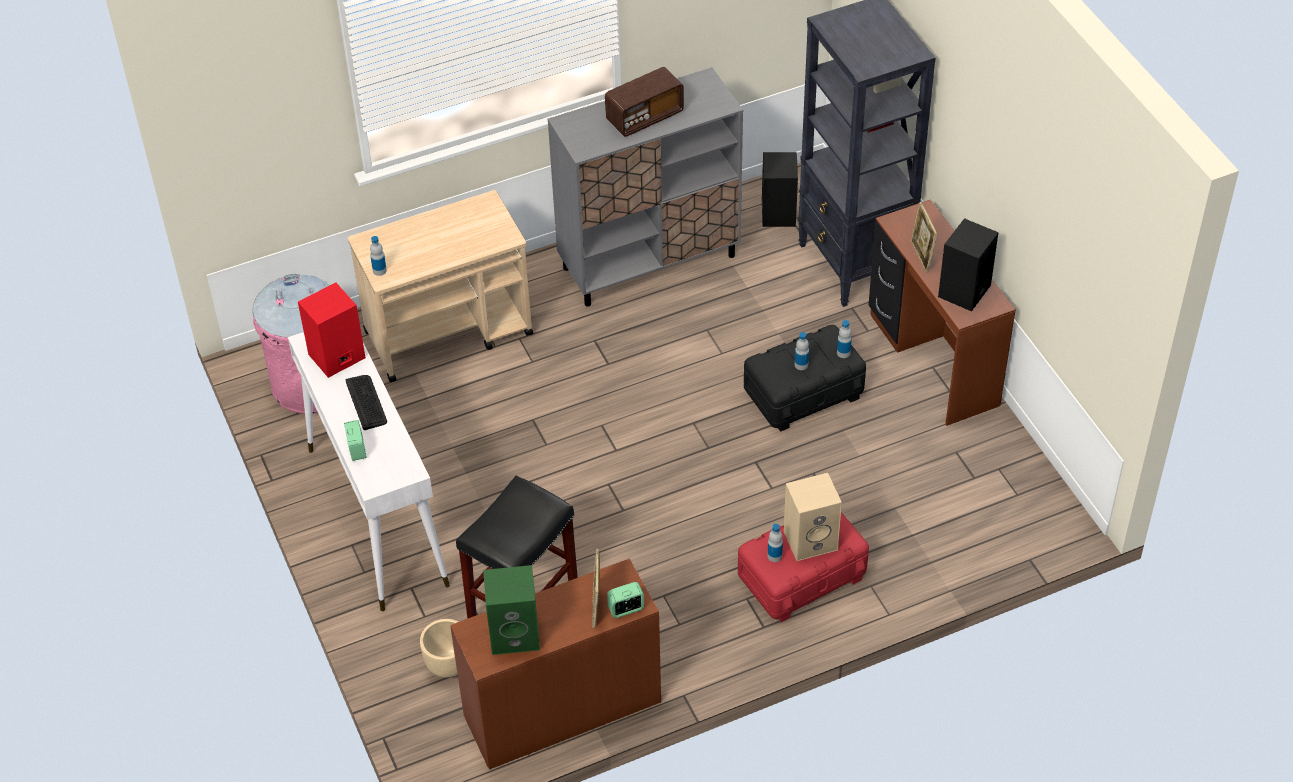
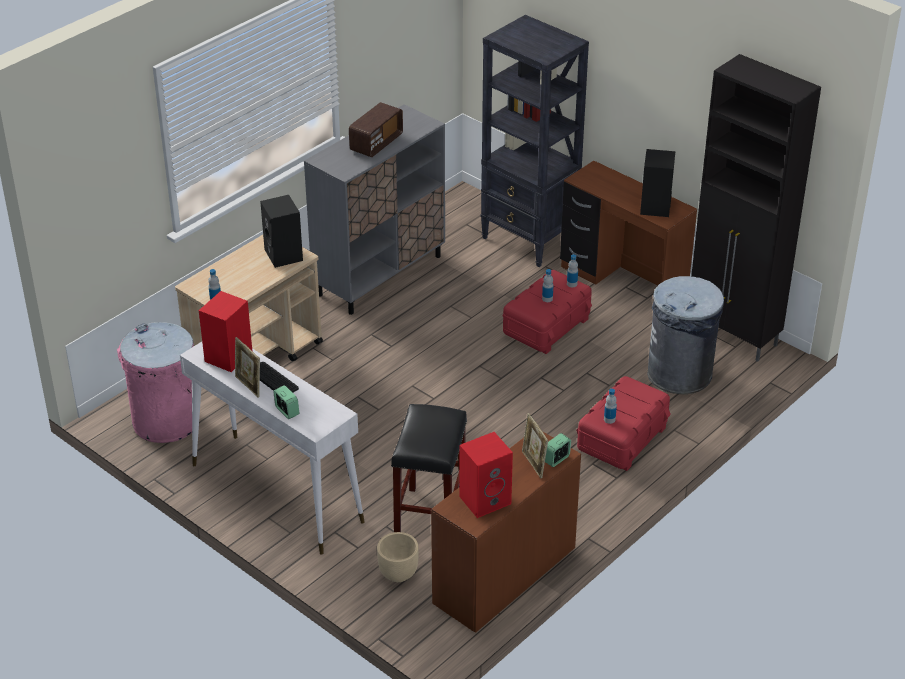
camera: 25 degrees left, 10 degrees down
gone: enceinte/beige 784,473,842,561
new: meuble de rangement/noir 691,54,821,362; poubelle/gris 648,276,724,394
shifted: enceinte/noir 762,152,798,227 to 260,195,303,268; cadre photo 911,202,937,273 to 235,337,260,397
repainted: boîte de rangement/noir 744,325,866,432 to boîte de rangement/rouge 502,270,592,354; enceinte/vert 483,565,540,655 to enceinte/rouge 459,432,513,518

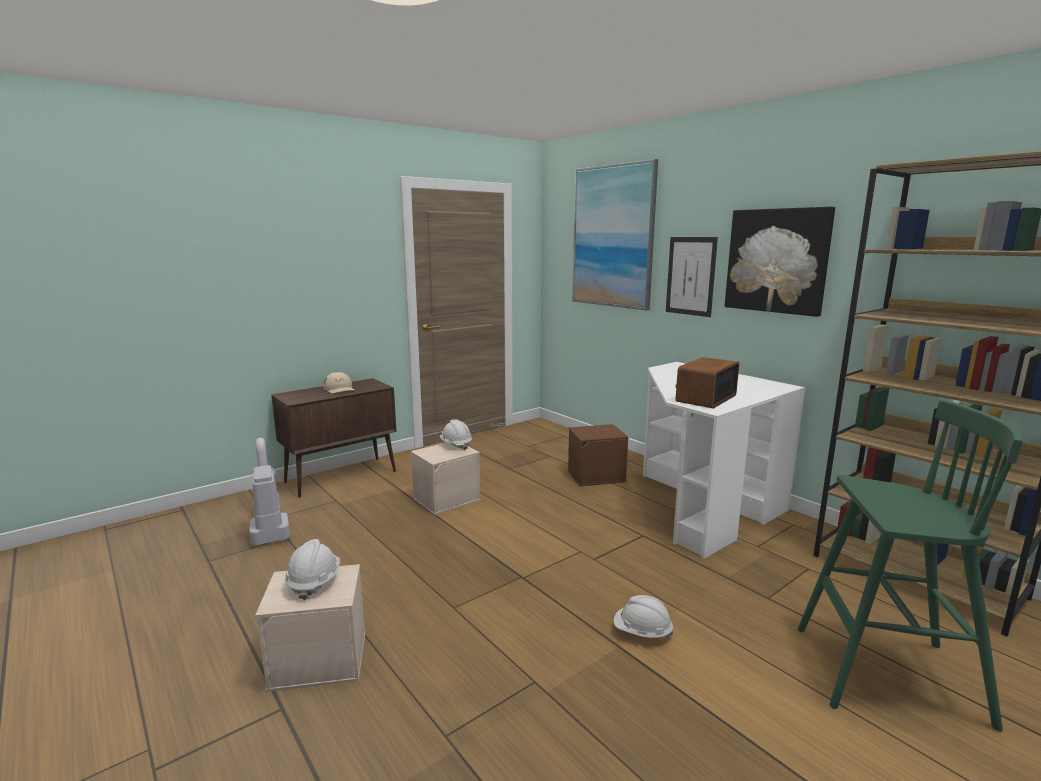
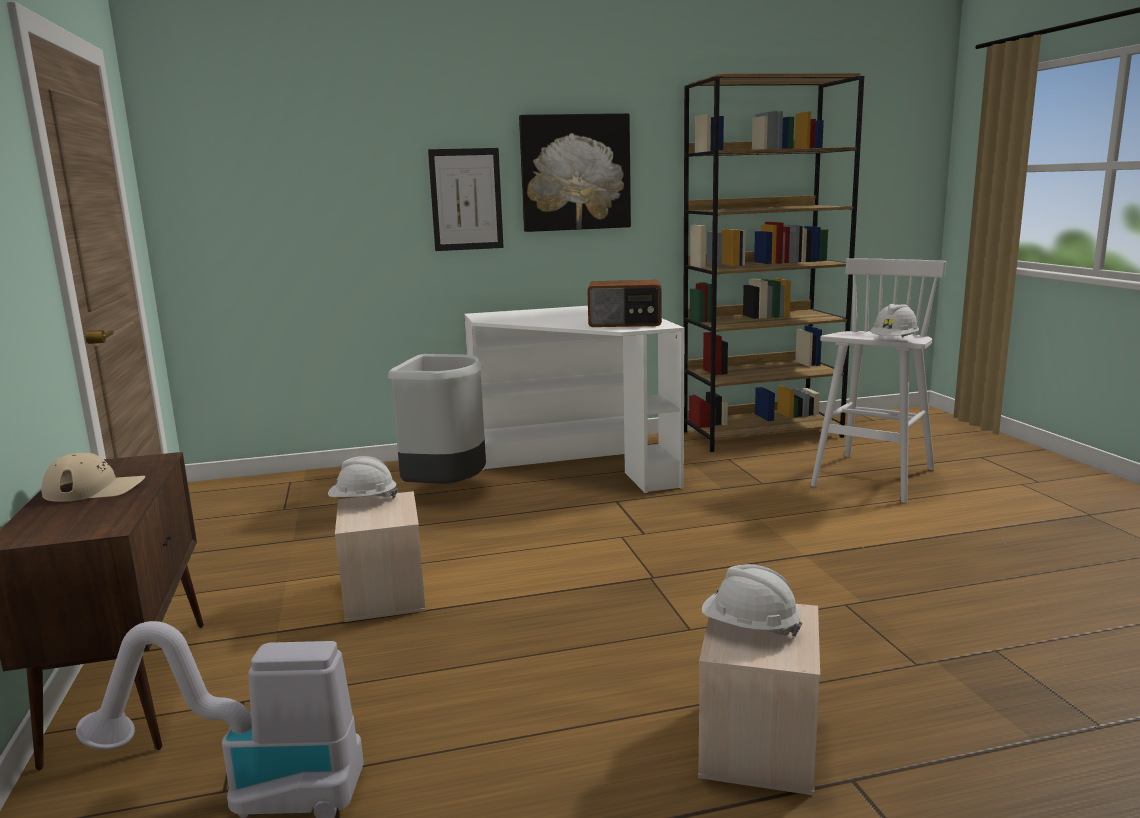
camera: 65 degrees left, 0 degrees up
gone: tableau 572,159,658,310
shifted: casque de chantier/blanc 614,595,674,639 to 870,304,919,338
swapped: boîte de rangement/marron 568,424,629,487 to poubelle/gris 388,354,486,484
repainted: tabouret/vert 797,399,1023,731 to tabouret/blanc 811,258,946,503
rotated: radio 676,357,739,409 = 587,280,662,327 60 degrees counterclockwise

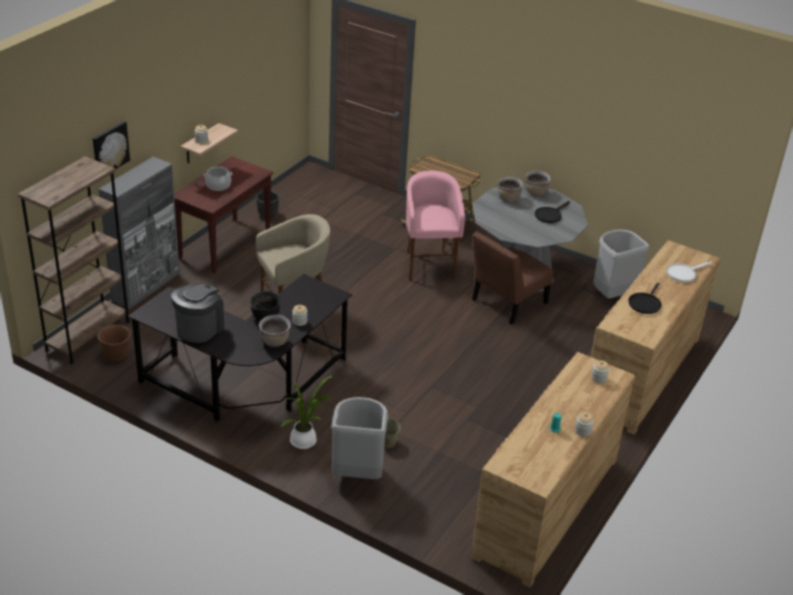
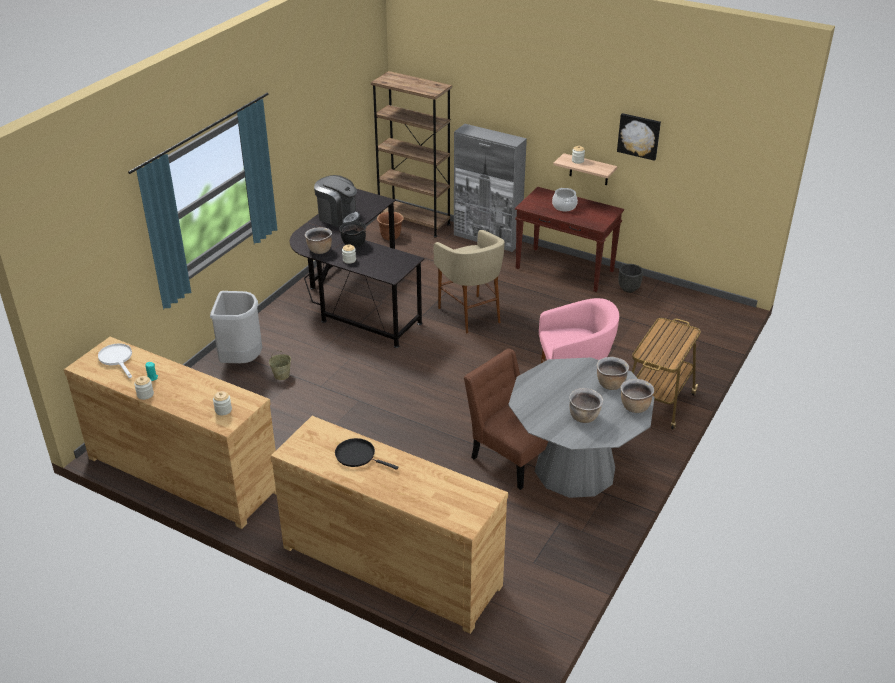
camera: 90 degrees right, 0 degrees up
gone: poubelle/gris 593,230,649,299; plante en pot 281,375,334,449
shifted: tableau 93,121,130,169 to 617,113,661,161; poêle/blanc 667,261,711,282 to 98,343,132,378
swapped: poêle/noir 535,201,570,223 to marmite/marron 569,388,603,423

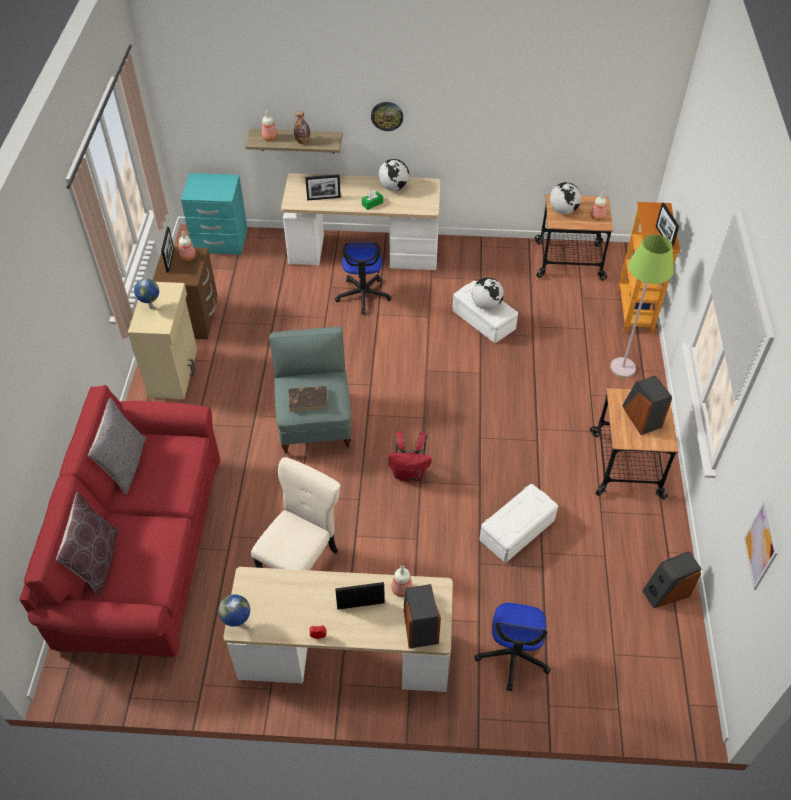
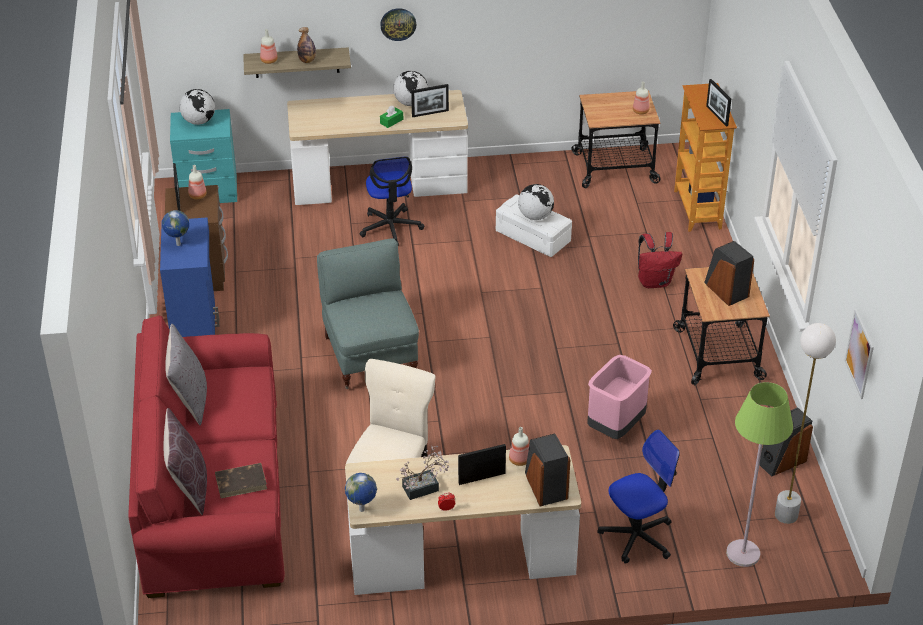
camera: 10 degrees left, 10 degrees down
new: lampadaire/blanc 775,323,836,524; plante en pot 396,446,449,500
shifted: cadre photo 305,174,341,201 to 411,84,449,117; globe 550,182,581,214 to 179,89,215,125; lampadaire/vert 610,234,674,378 to 726,382,793,567; livre/marron 288,386,328,412 to 215,463,267,498; sac à dos/rouge 388,431,432,482 to 638,232,682,288
swapped: boîte de rangement/blanc 480,484,558,562 to poubelle/rose 587,355,652,439
repainted: meuble de rangement/beige 128,282,197,399 to meuble de rangement/bleu 160,217,220,337
rotated: chaise de bureau 474,603,551,691 = 597,430,680,564 120 degrees counterclockwise

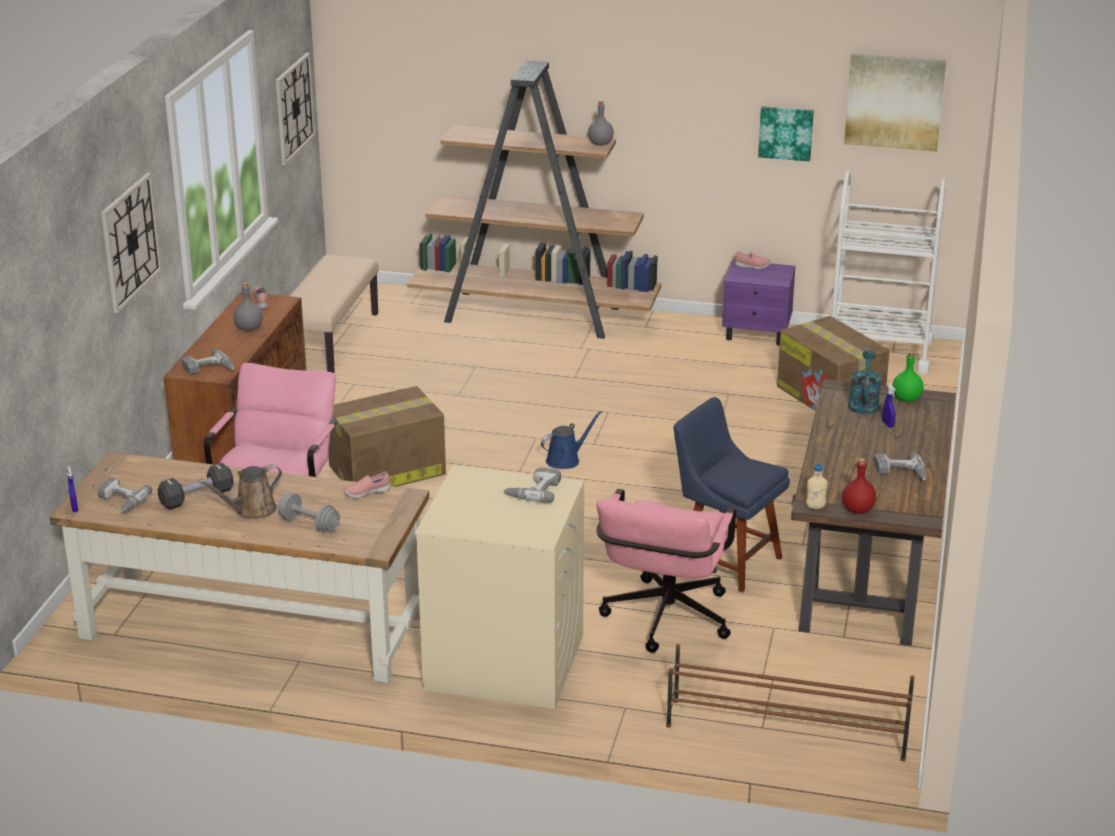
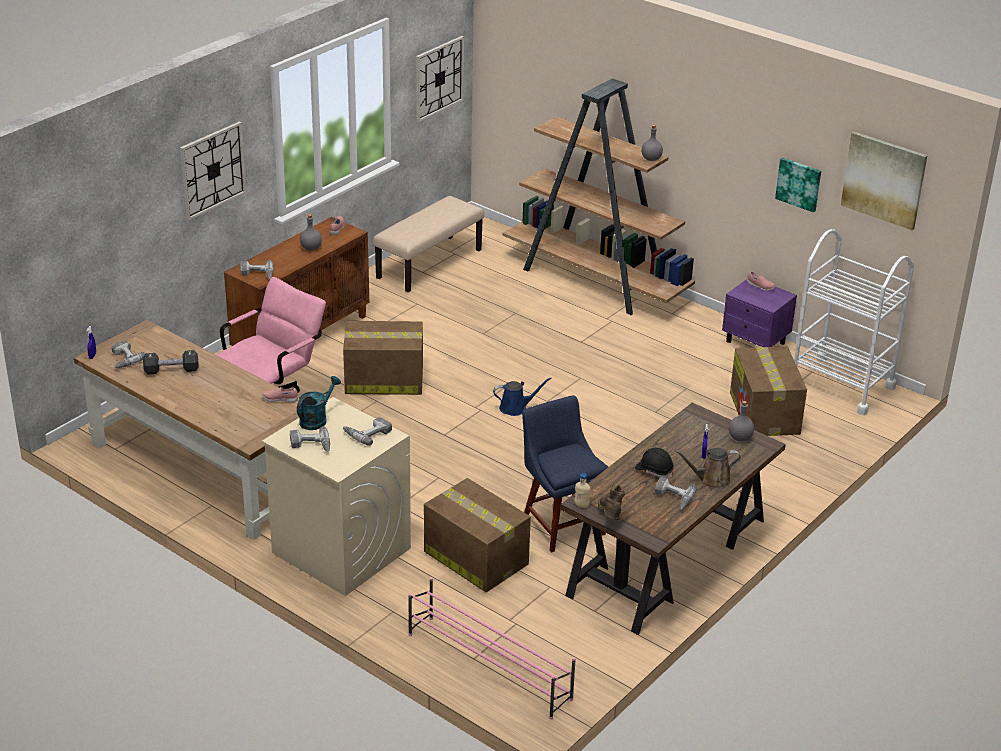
camera: 25 degrees right, 5 degrees up
gone: haltère/gris 278,493,340,532
new: perceuse 290,426,330,452; casque de chantier/noir 635,448,674,479
shifted: arrosoir/turquoise 848,350,882,414 to 297,376,341,430; arrosoir/marron 198,465,282,519 to 675,448,741,489
swapped: bouteille/rouge 842,458,876,514 to botte/marron 598,484,628,520; chaise de bureau/rose 596,489,736,653 to carton 424,478,531,592
repainted: bouteille/vert 892,351,924,402 to bouteille/gris 729,401,754,441; étagère à chaussures/marron 666,644,915,762 to étagère à chaussures/rose 408,577,576,720

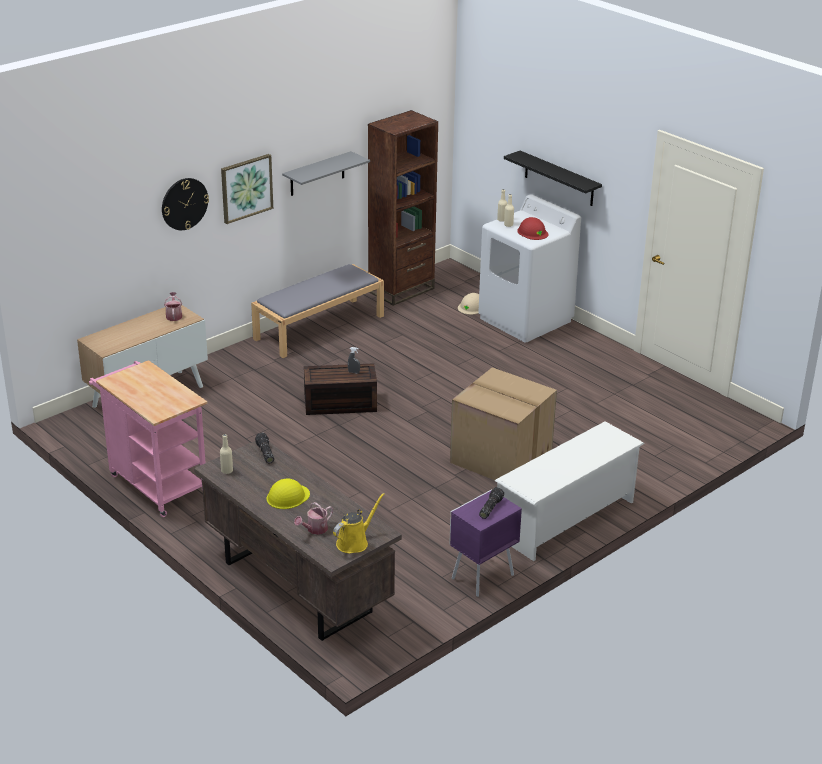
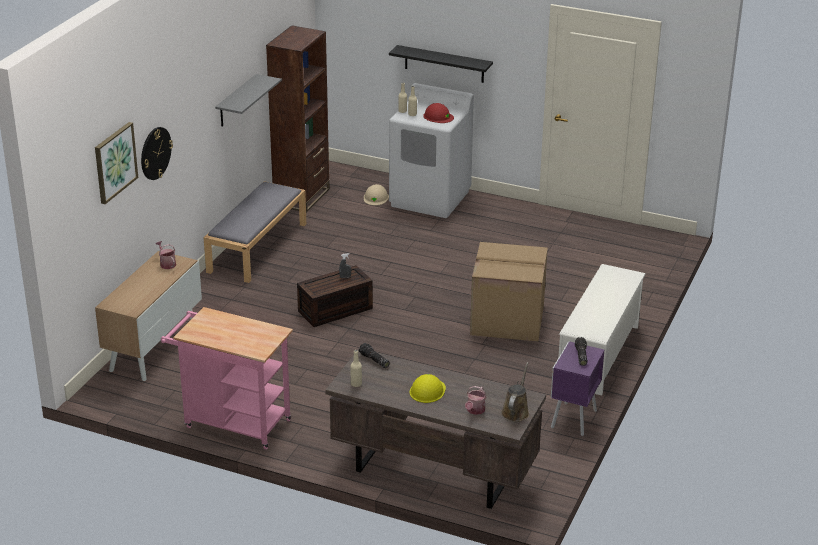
camera: 25 degrees left, 0 degrees up
shifted: tableau 221,154,273,224 to 95,122,138,204
repainted: arrosoir/jaune 333,493,385,554 to arrosoir/marron 501,362,529,422

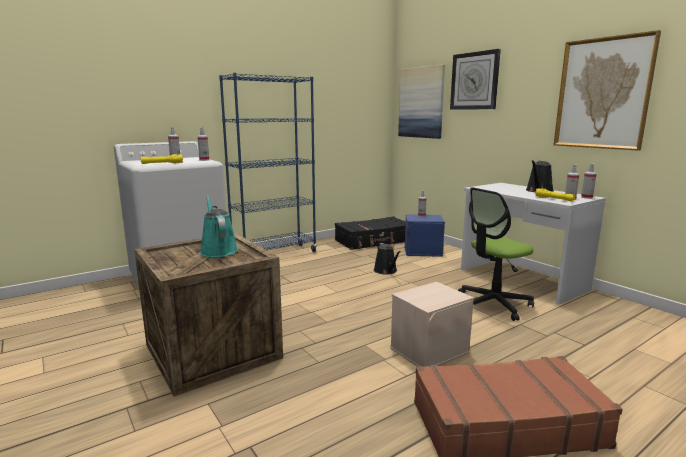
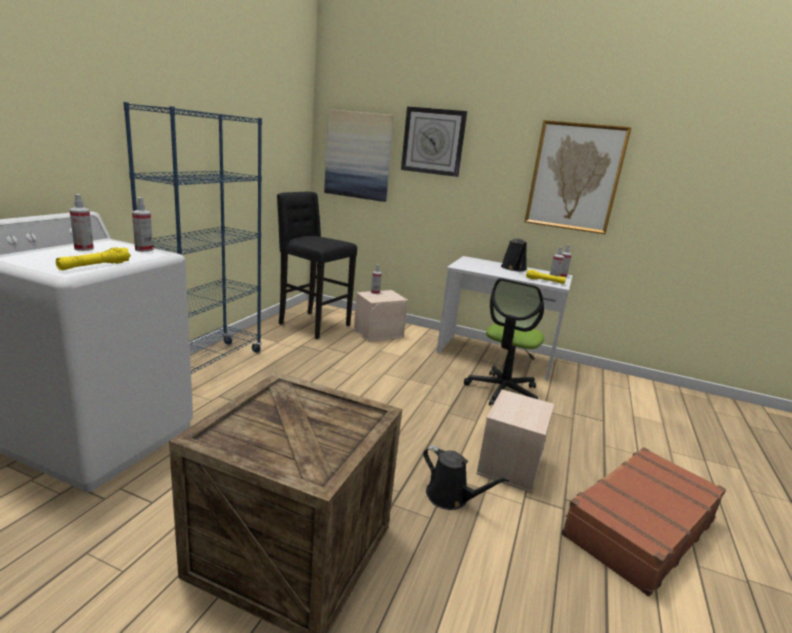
camera: 35 degrees left, 5 degrees up
gone: arrosoir/turquoise 200,196,238,257
shifted: arrosoir/noir 374,243,401,274 to 423,445,511,510
swapped: valise/noir 335,216,406,250 to tabouret/noir 277,191,357,339
repainted: boîte de rangement/bleu 404,214,445,257 to boîte de rangement/beige 354,290,408,342

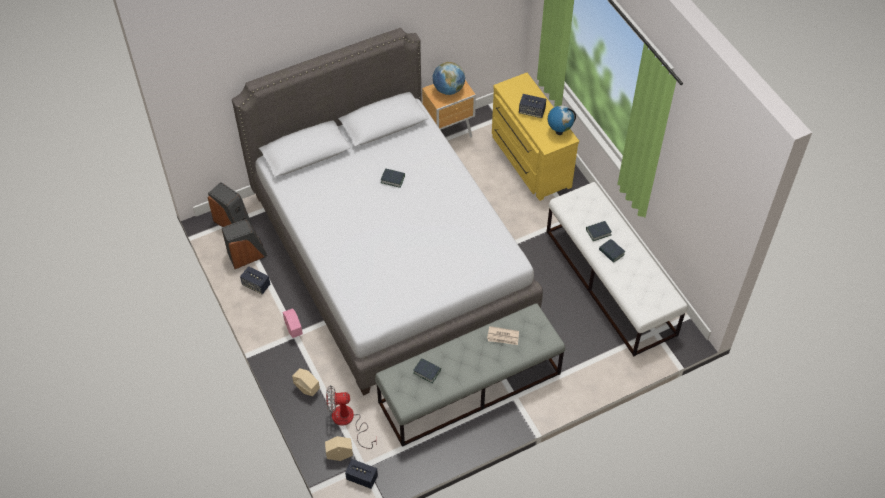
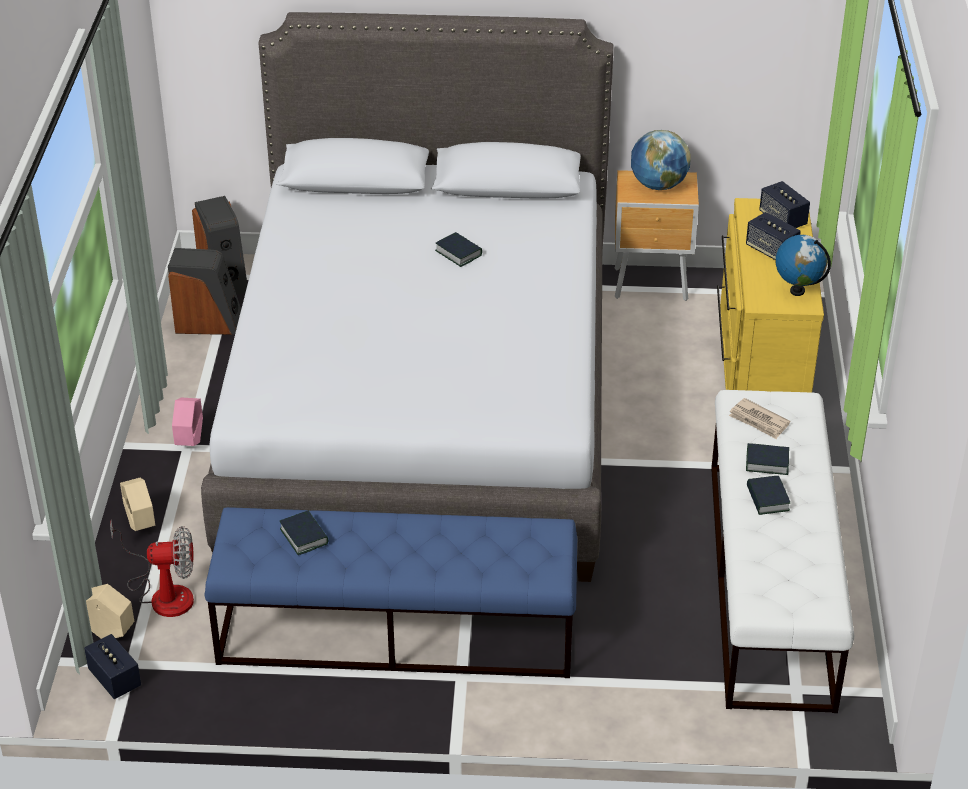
camera: 30 degrees right, 15 degrees down
shifted: enceinte 240,266,270,294 to 759,181,810,228; journal 487,326,519,345 to 729,398,790,439
repainted: banc/gris 375,303,565,447 to banc/bleu 204,507,577,678
rotated: ventilateur 326,385,377,449 = 110,520,194,617 150 degrees clockwise

